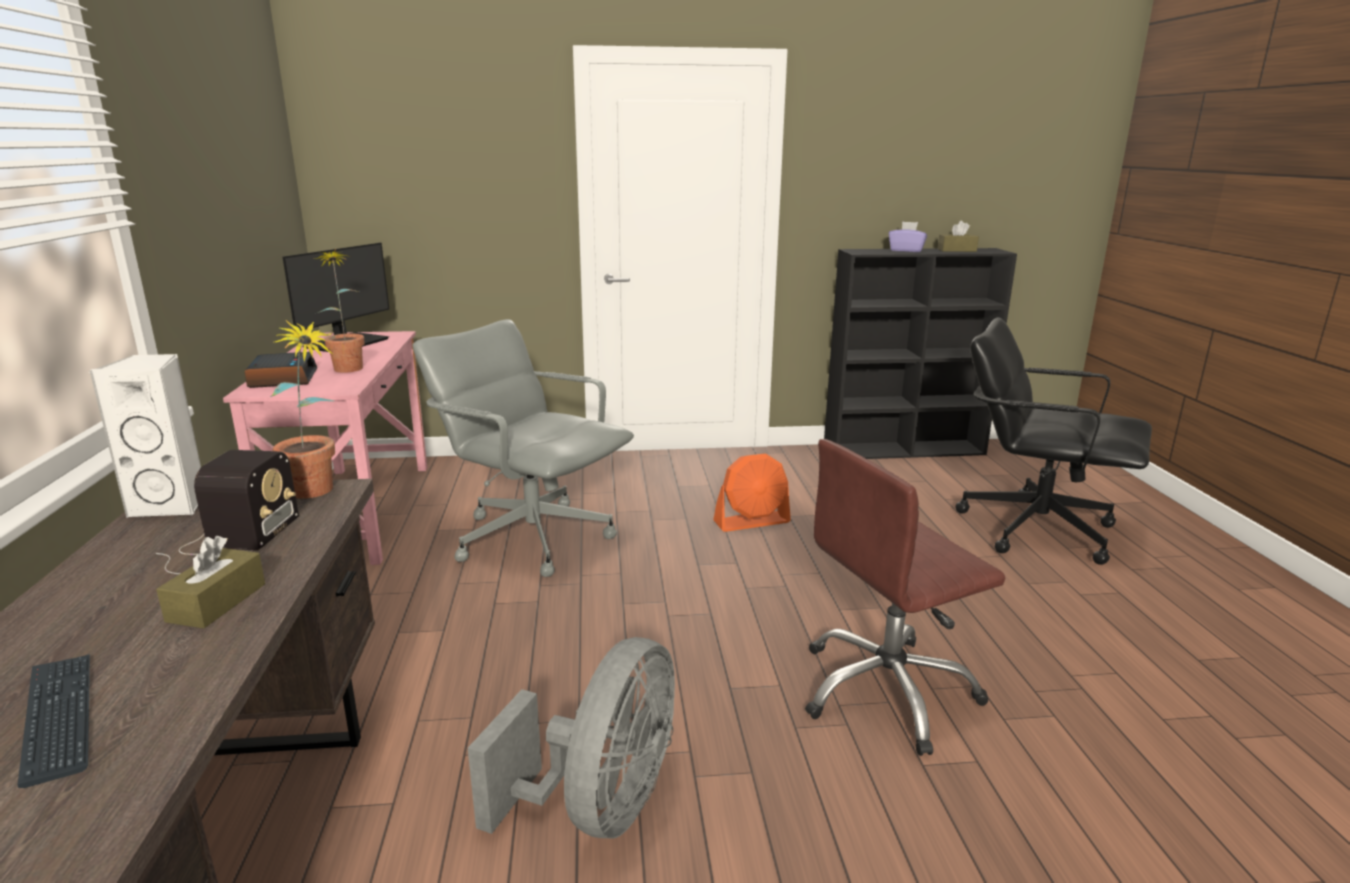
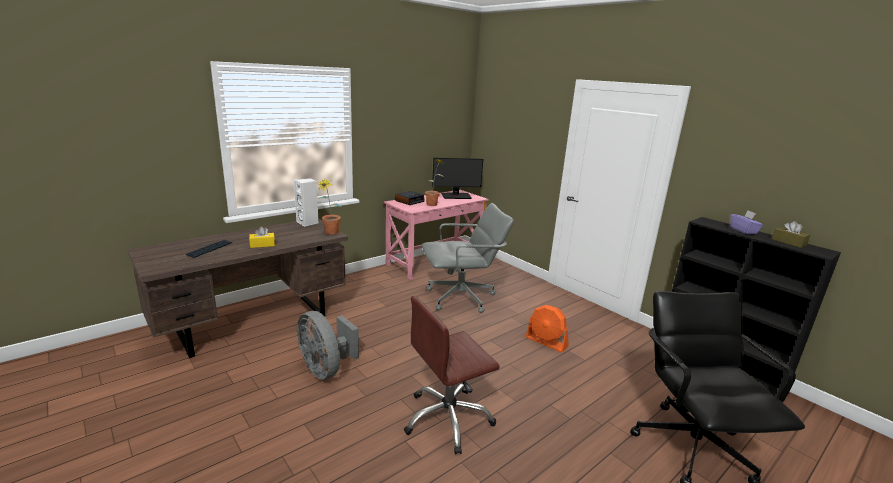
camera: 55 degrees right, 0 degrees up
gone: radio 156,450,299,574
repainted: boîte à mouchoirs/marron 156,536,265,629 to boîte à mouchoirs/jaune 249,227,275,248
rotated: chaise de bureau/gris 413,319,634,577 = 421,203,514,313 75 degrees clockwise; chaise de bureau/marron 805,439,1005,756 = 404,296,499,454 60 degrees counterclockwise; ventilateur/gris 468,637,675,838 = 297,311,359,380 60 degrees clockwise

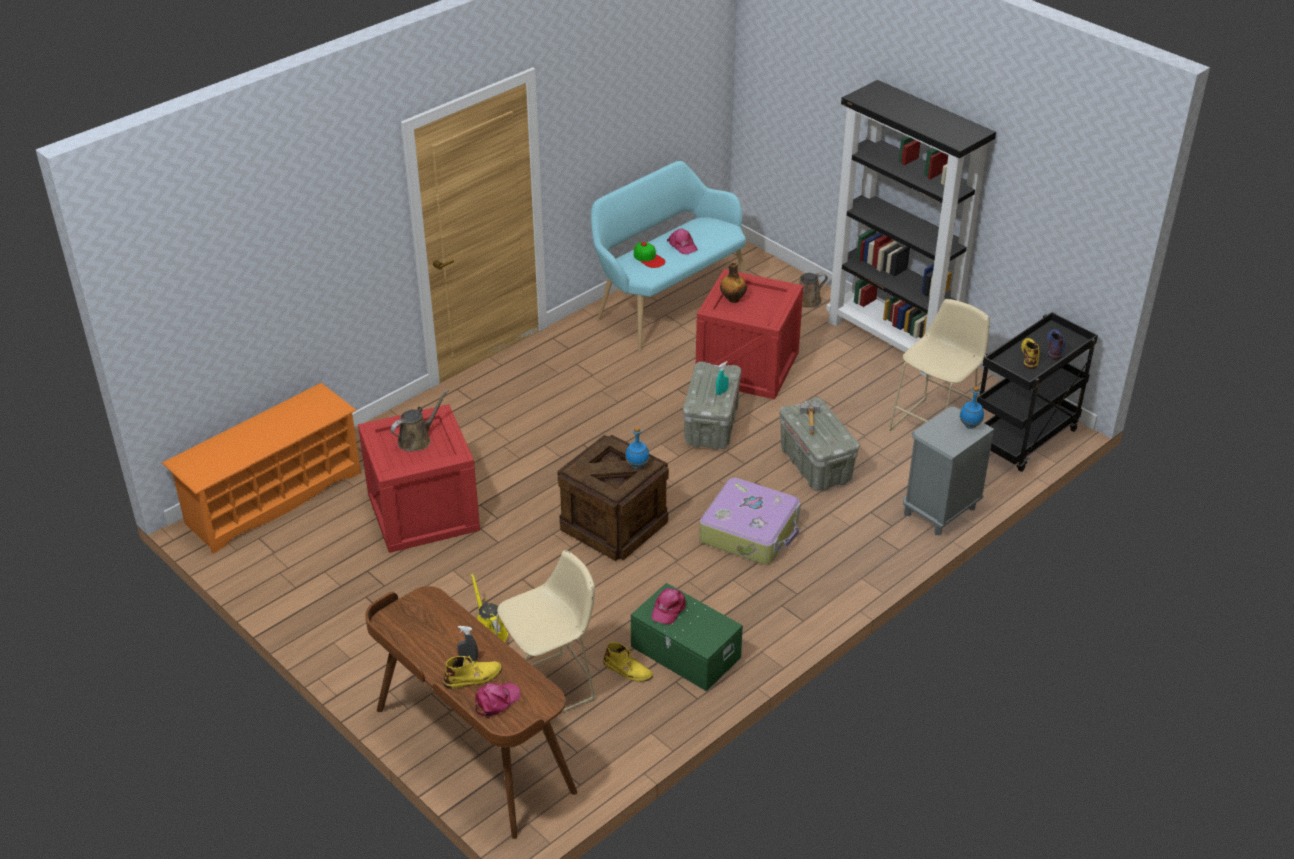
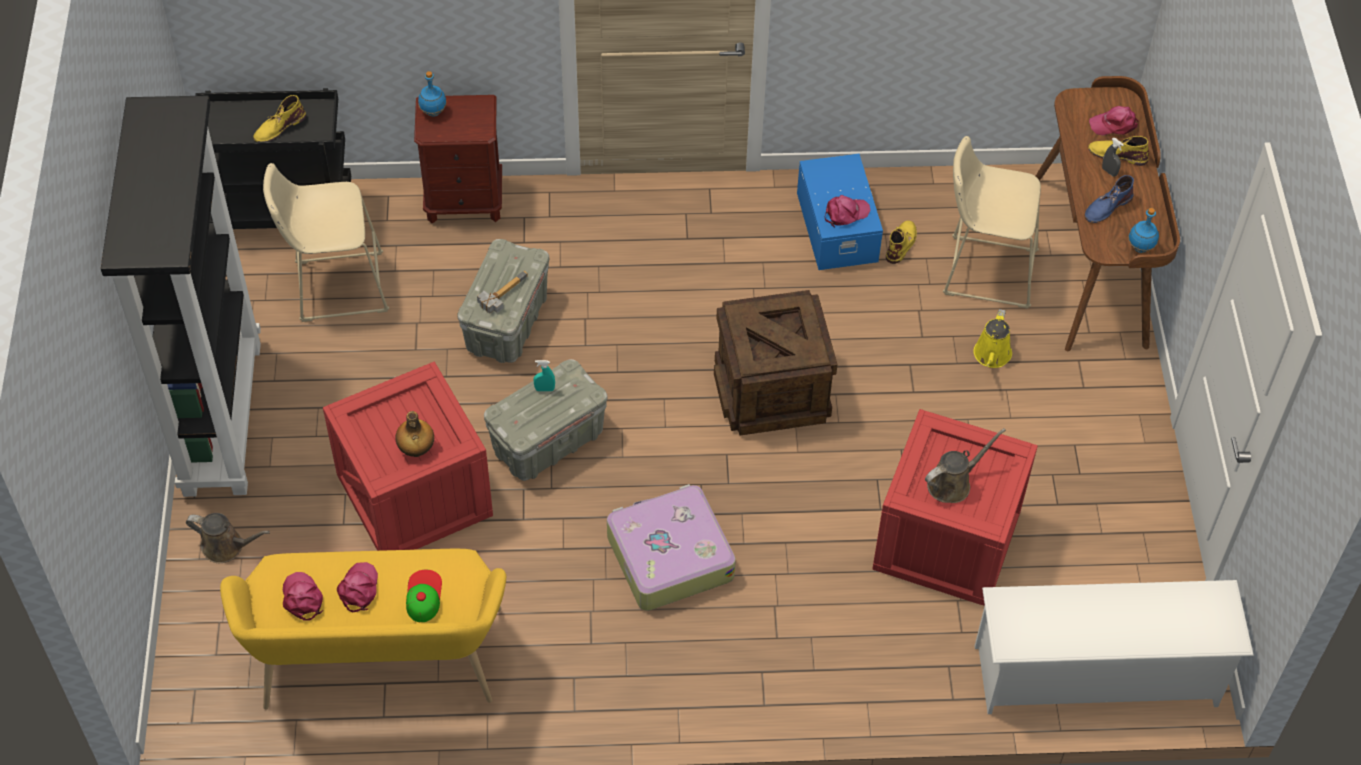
camera: 140 degrees left, 15 degrees up
new: casquette/rose 283,572,323,621
shifted: botte/bleu 1047,329,1065,360 to 1085,175,1134,223; bouteille/bleu 625,427,649,469 to 1128,208,1159,253; valise 699,478,801,565 to 607,484,736,611
repainted: banc/turquoise 591,161,746,351 to banc/jaune 220,549,506,710; étagère à chaussures/orange 162,383,361,554 to étagère à chaussures/blanc 975,580,1254,714; table de chevet/gris 903,407,995,535 to table de chevet/marron 414,95,502,224; boîte de rangement/vert 631,583,743,691 to boîte de rangement/bleu 797,154,883,270
rotated: arrosoir/marron 391,389,449,452 = 925,428,1006,503 150 degrees clockwise; botte/jaune 603,642,653,682 = 886,220,917,264 45 degrees clockwise

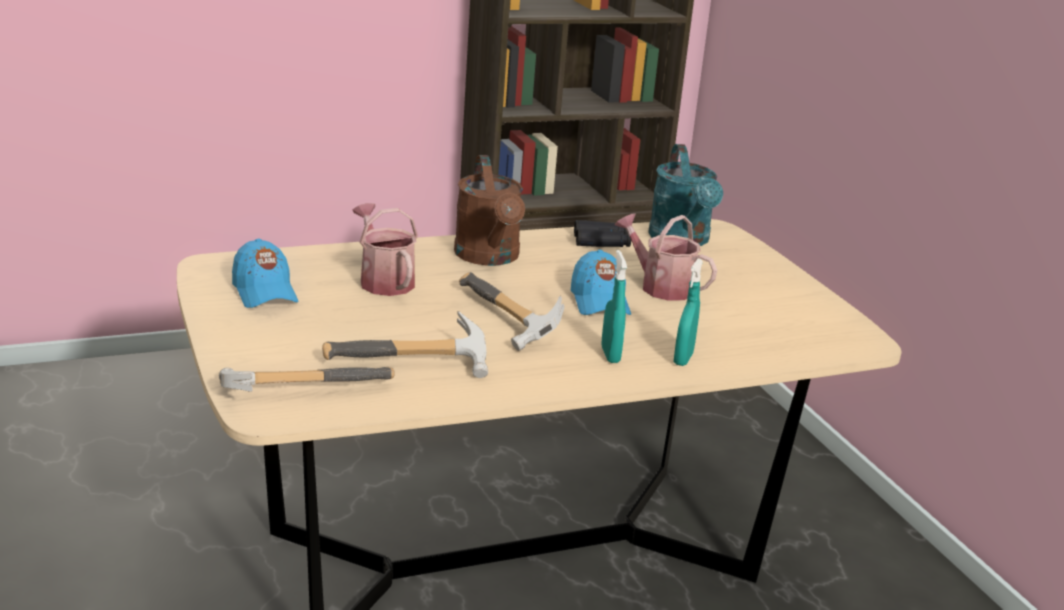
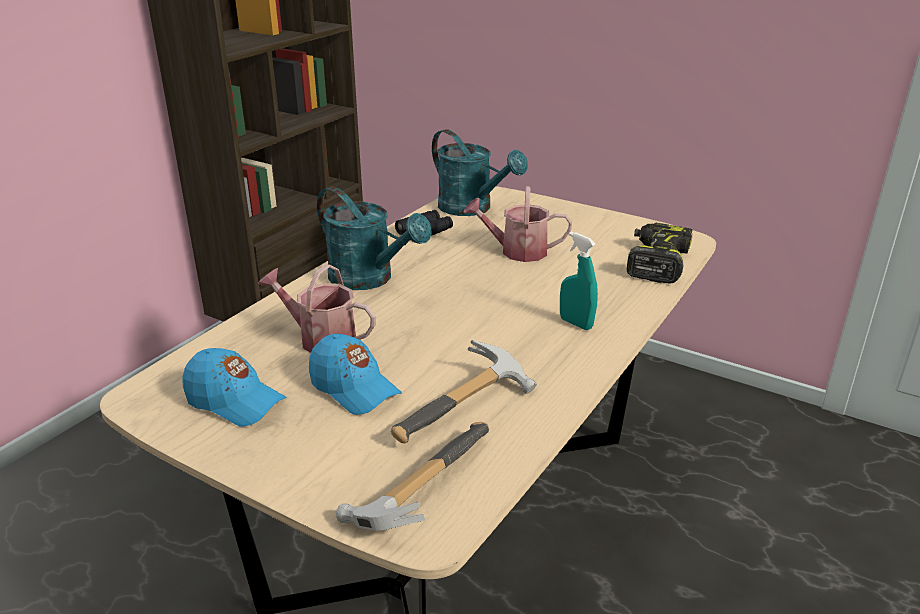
camera: 35 degrees left, 5 degrees up
gone: vaporisateur/turquoise 674,259,703,366; marteau 459,272,564,351
new: perceuse 627,223,692,284
shifted: casquette/bleu 571,250,631,315 to 309,334,402,415
repainted: arrosoir/marron 454,155,525,266 to arrosoir/turquoise 317,187,432,290

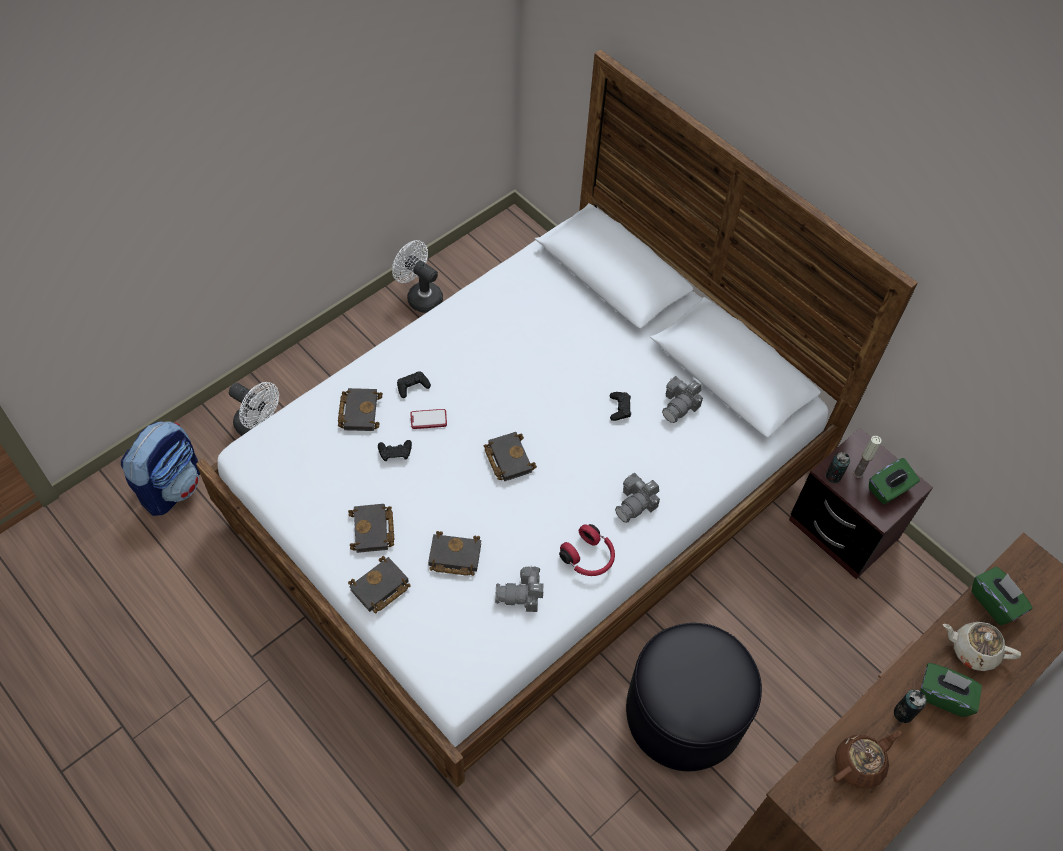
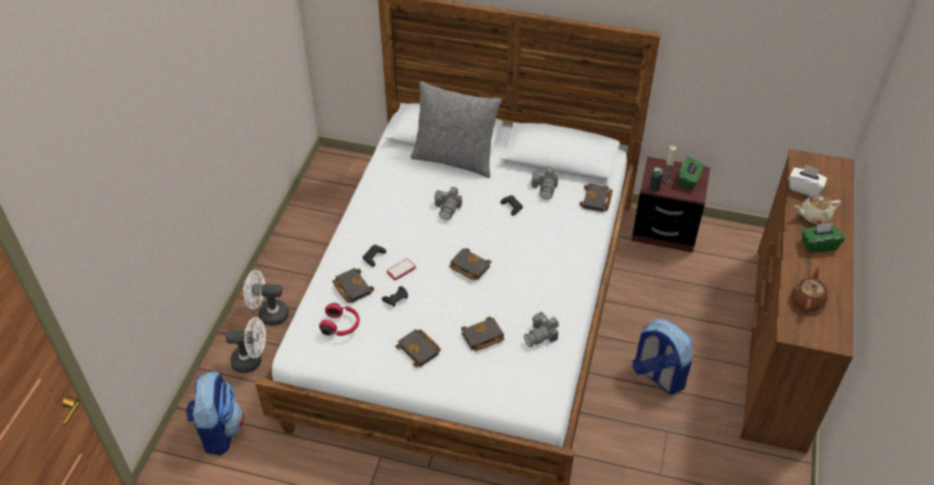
camera: 30 degrees left, 10 degrees down
gone: boîte métallique 894,690,927,723
new: coussin/gris 411,81,502,178
shifted: ventilateur/blanc 392,240,443,313 to 243,270,289,326; appareil photo 615,473,660,523 to 434,187,462,220; casque audio/rouge 559,524,615,576 to 319,303,360,336; livre/noir 348,556,411,613 to 579,183,613,212
swapped: pouf/noir 626,623,762,771 to sac à dos 632,318,693,395
repainted: boîte à mouchoirs/vert 972,567,1032,625 to boîte à mouchoirs/blanc 789,164,827,196

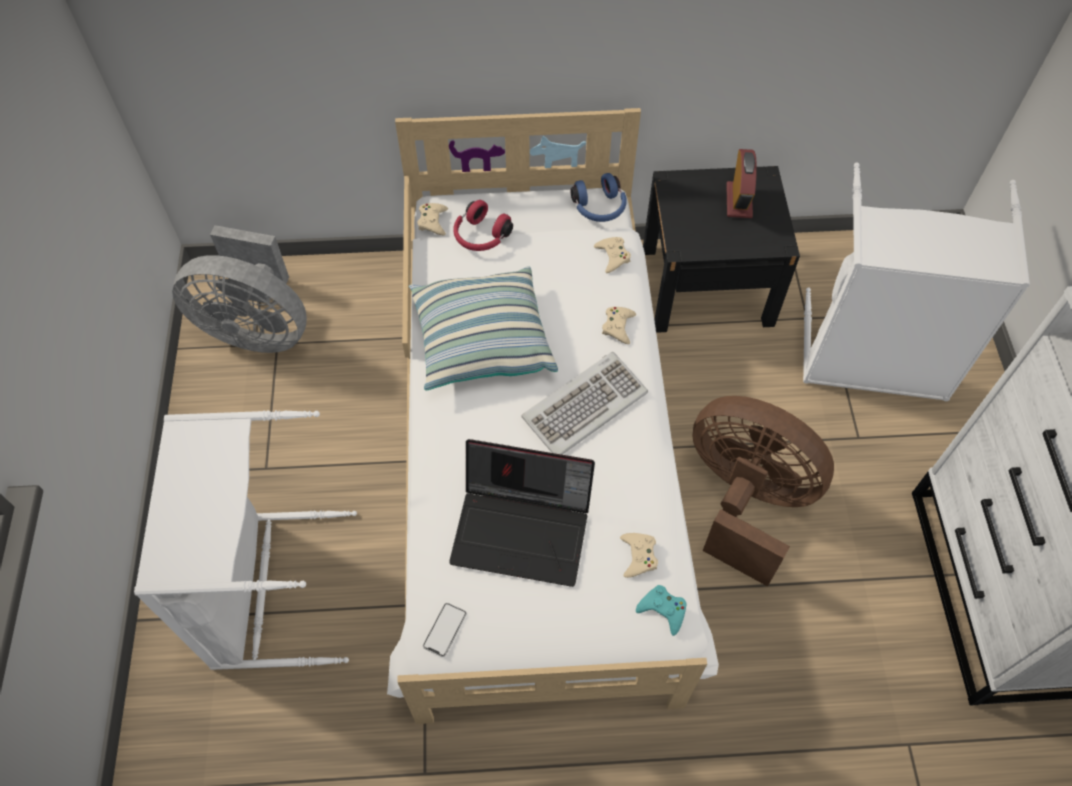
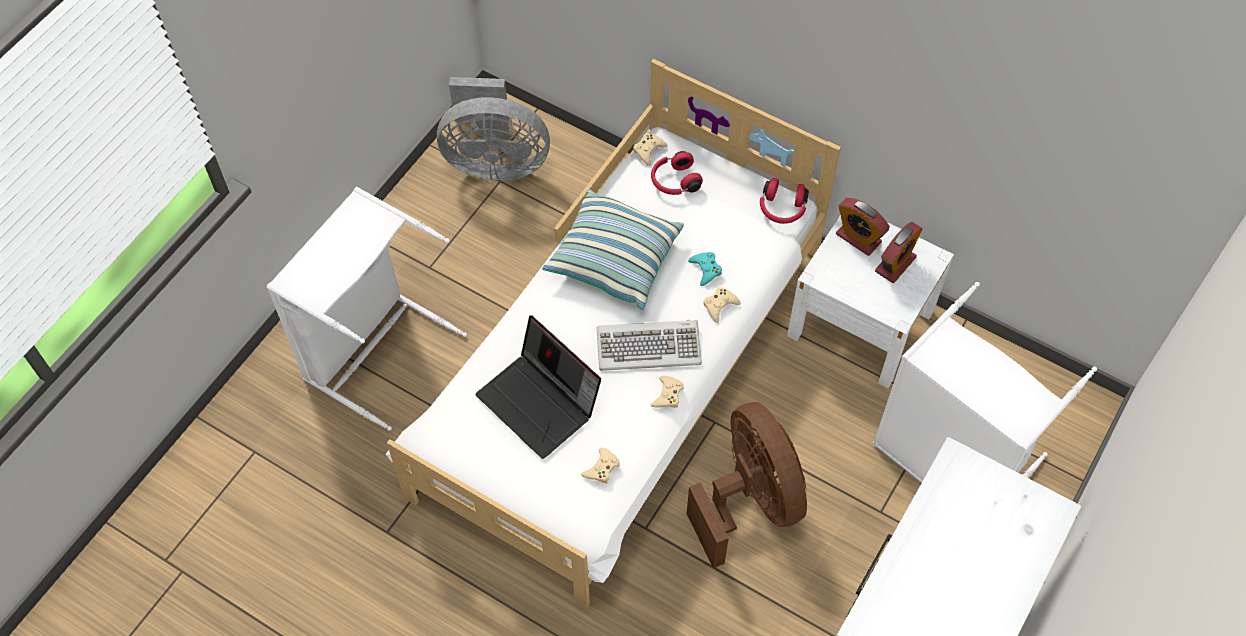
camera: 35 degrees right, 0 degrees up
gone: téléphone 423,603,467,657
new: réveil 836,198,890,256
shifted: manette/beige 594,237,631,273 to 651,376,684,408; manette/turquoise 636,585,687,636 to 688,252,722,286
repainted: table de chevet/noir 643,166,800,333 to table de chevet/blanc 787,215,954,388; casque audio/bleu 571,173,627,222 to casque audio/rouge 760,178,809,224
rotated: ventilateur/gris 172,225,307,353 = 437,77,550,180 45 degrees counterclockwise

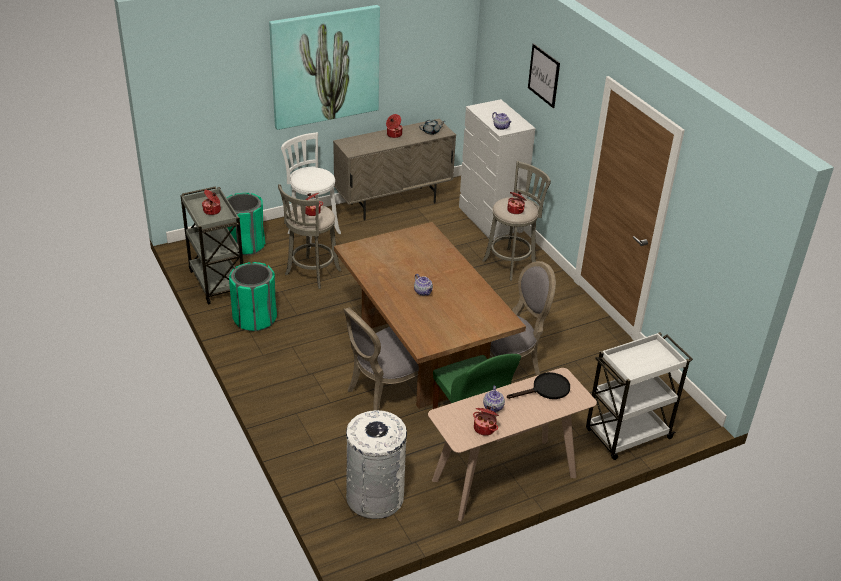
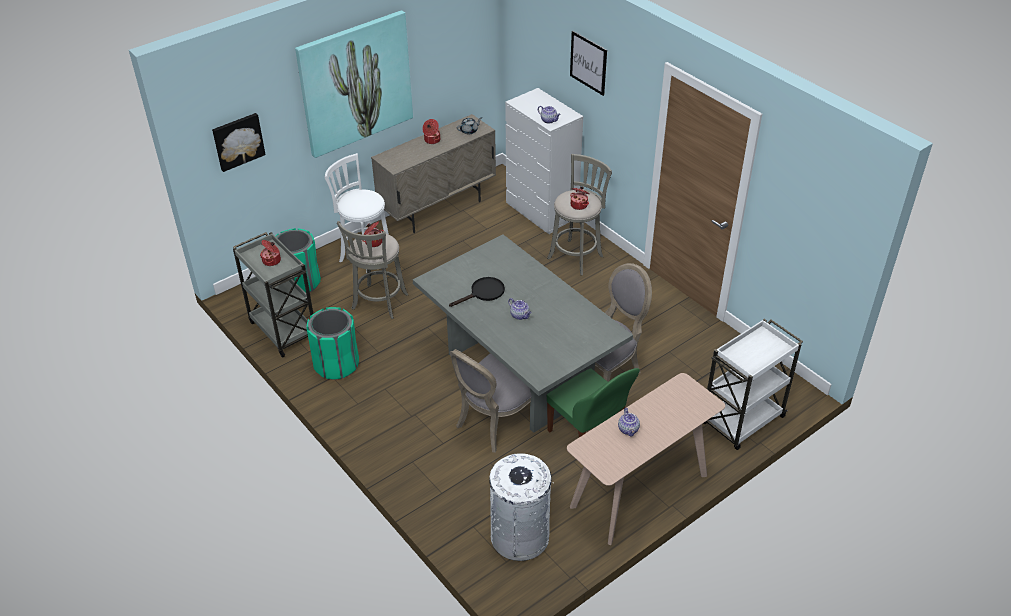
camera: 10 degrees left, 5 degrees up
gone: marmite 473,406,499,436
new: tableau 212,113,266,172
shifted: poêle/noir 507,372,570,399 to 449,277,505,307
repainted: table à manger/marron 334,222,526,409 to table à manger/gris 413,235,633,433

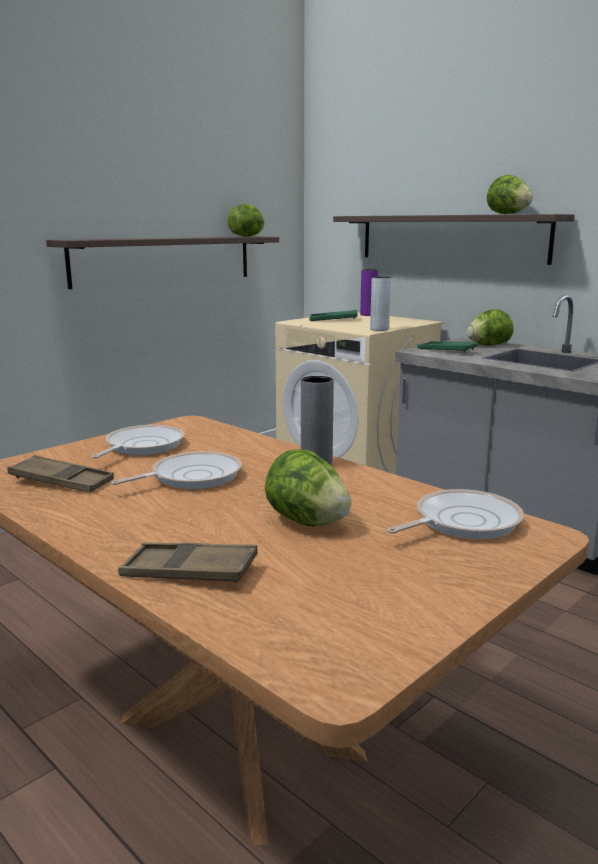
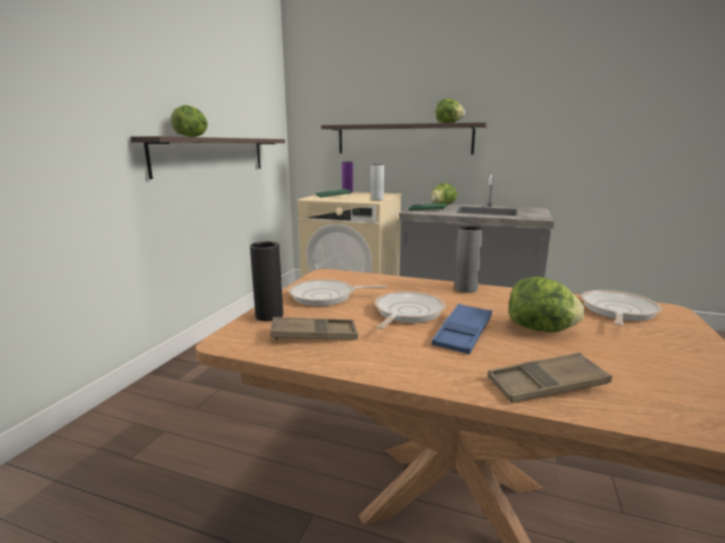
camera: 25 degrees left, 0 degrees up
new: vase/noir 250,242,283,321; plateau/bleu 431,303,492,354
shifted: laitue 227,204,265,236 to 170,105,208,137
rotated: poêle 91,425,185,459 = 289,279,387,306 90 degrees counterclockwise

